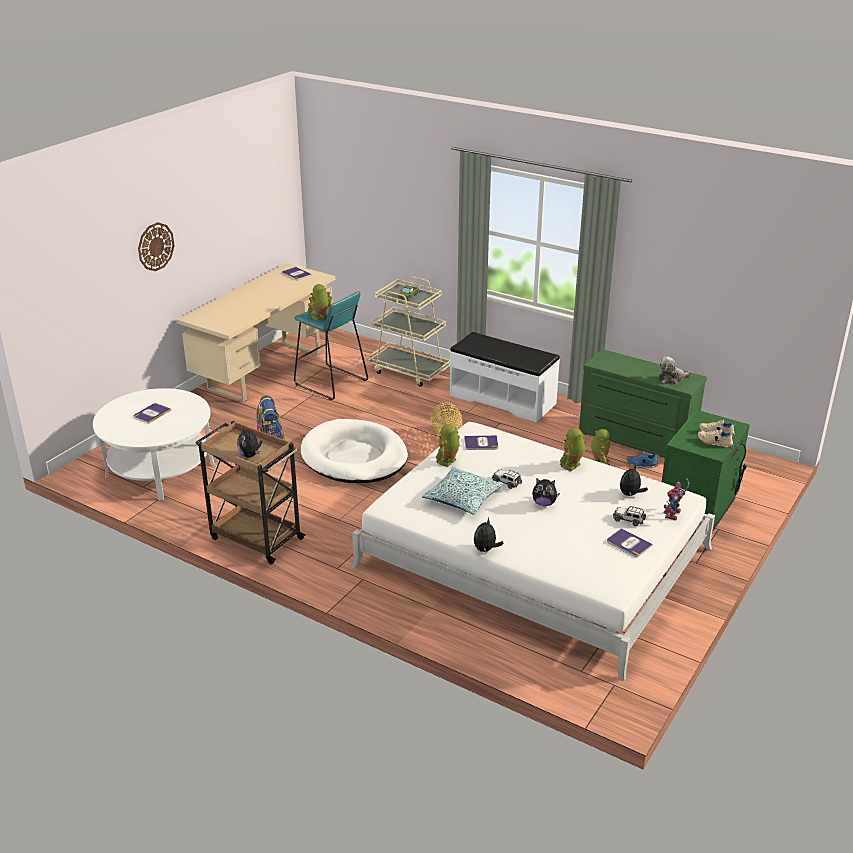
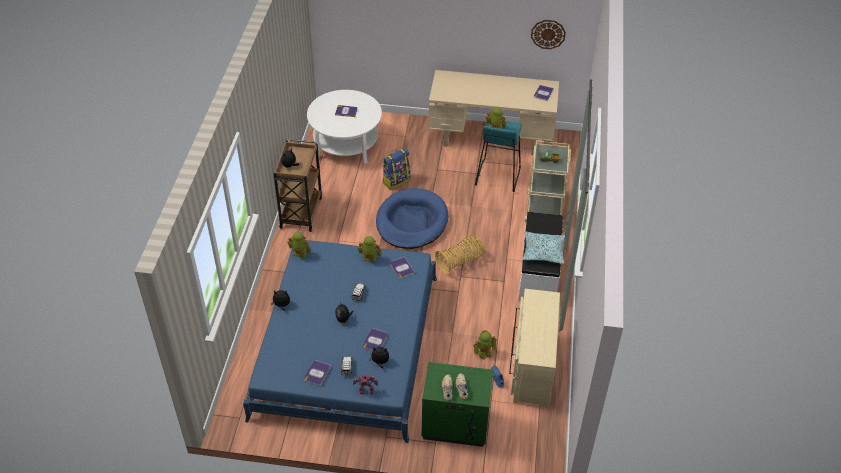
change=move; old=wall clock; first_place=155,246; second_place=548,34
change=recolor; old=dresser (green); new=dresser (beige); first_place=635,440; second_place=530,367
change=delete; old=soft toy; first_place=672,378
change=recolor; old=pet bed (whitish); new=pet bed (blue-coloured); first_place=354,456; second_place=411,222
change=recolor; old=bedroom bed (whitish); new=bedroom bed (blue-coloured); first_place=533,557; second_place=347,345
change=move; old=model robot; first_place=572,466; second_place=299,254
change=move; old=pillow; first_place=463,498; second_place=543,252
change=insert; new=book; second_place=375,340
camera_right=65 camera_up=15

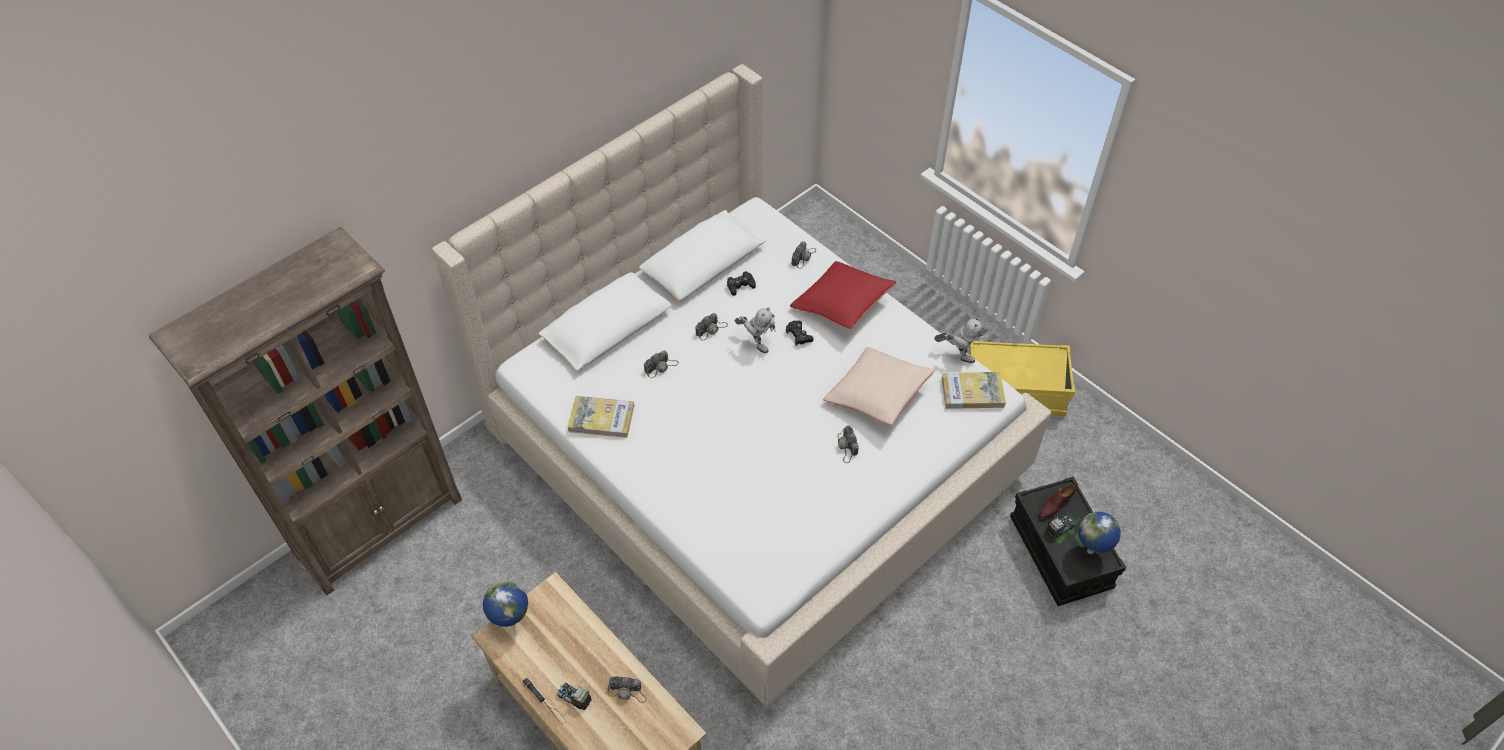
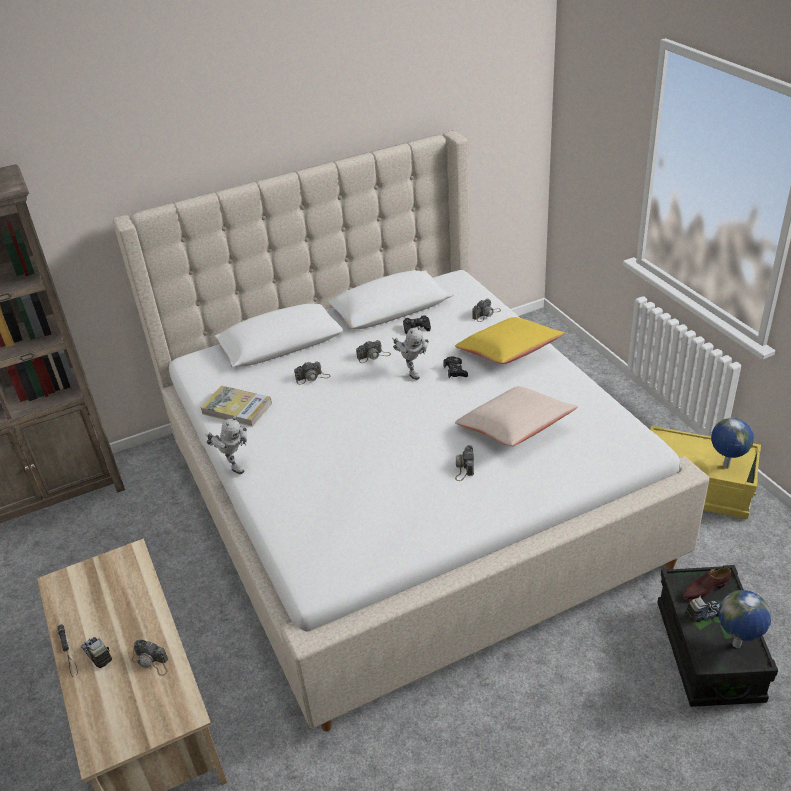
change=recolor; old=pillow (red-coloured); new=pillow (yellow-coloured); first_place=842,304; second_place=508,353
change=move; old=model robot; first_place=957,354; second_place=232,464
change=delete; old=book; first_place=972,392
change=move; old=world globe; first_place=511,623; second_place=725,466
camera_right=20 camera_up=-15

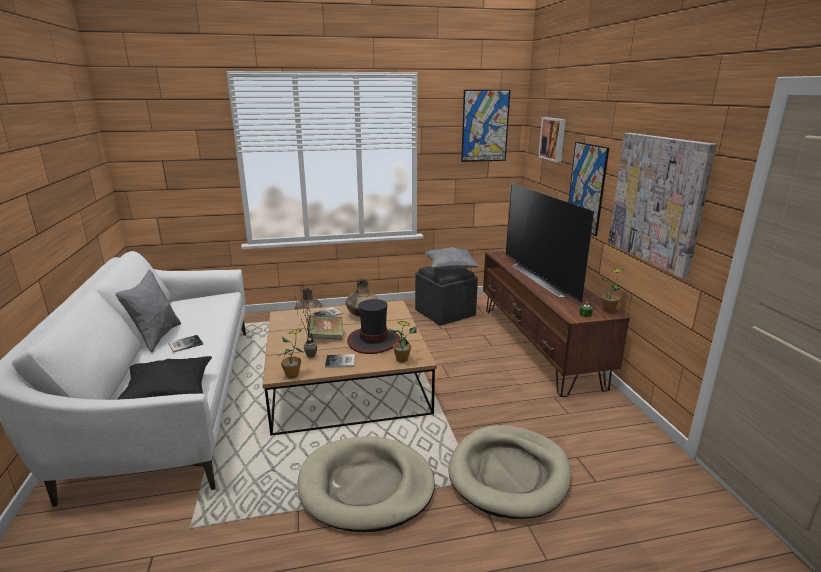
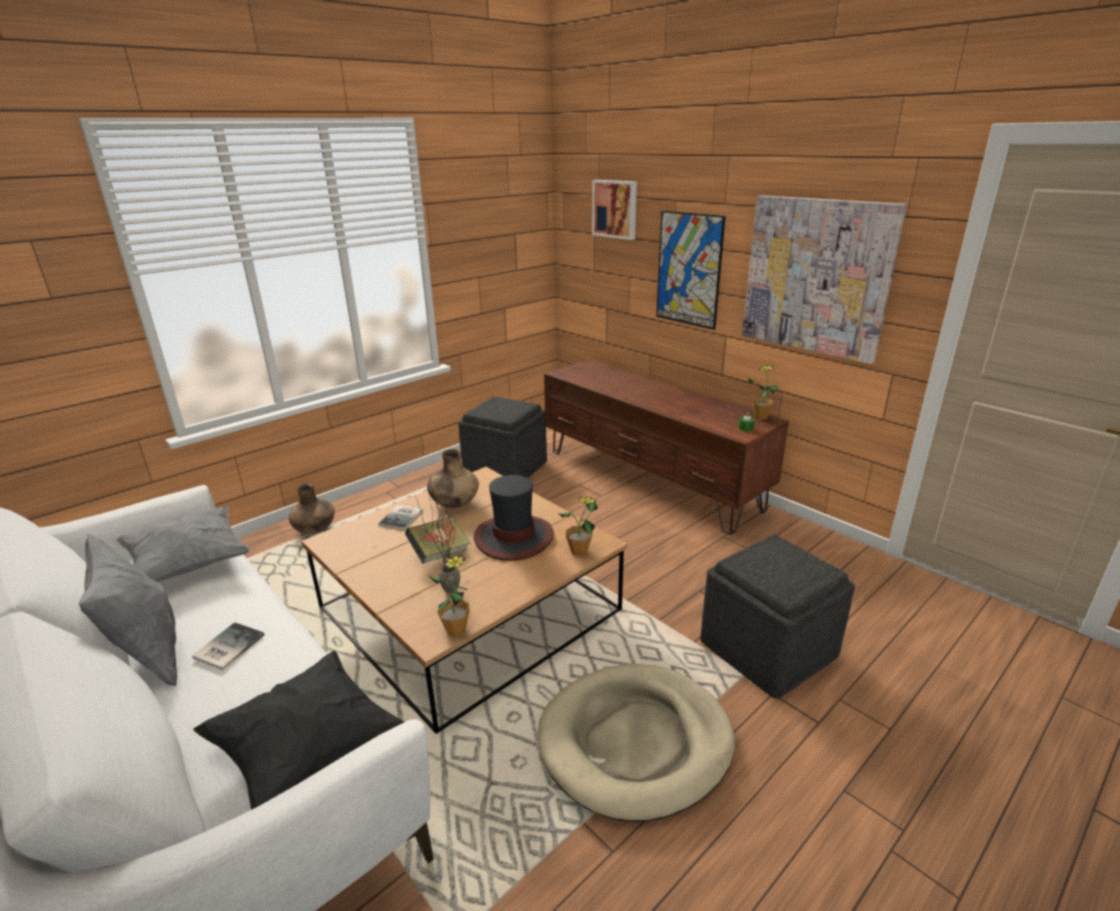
change=delete; old=wall picture; first_place=485,126
change=delete; old=television; first_place=543,278
change=move; old=pillow (greyish); first_place=451,269; second_place=189,565
change=delete; old=book; first_place=341,362
change=replace; old=pet bed (beige); new=footrest (greyish); first_place=509,474; second_place=767,648
camera_right=-30 camera_up=5

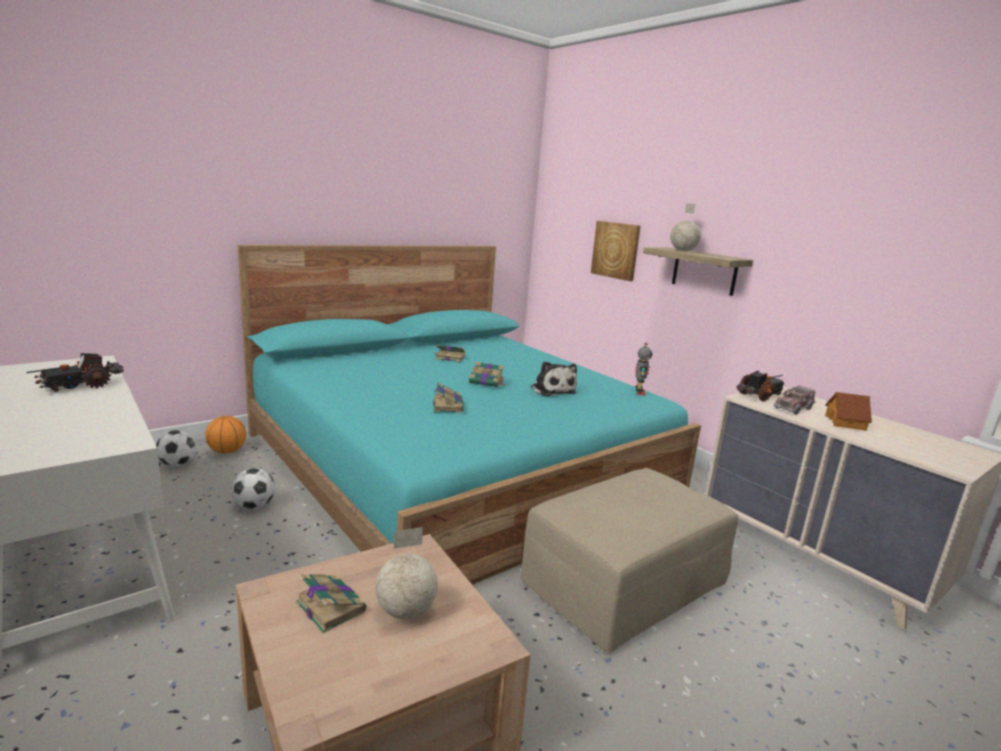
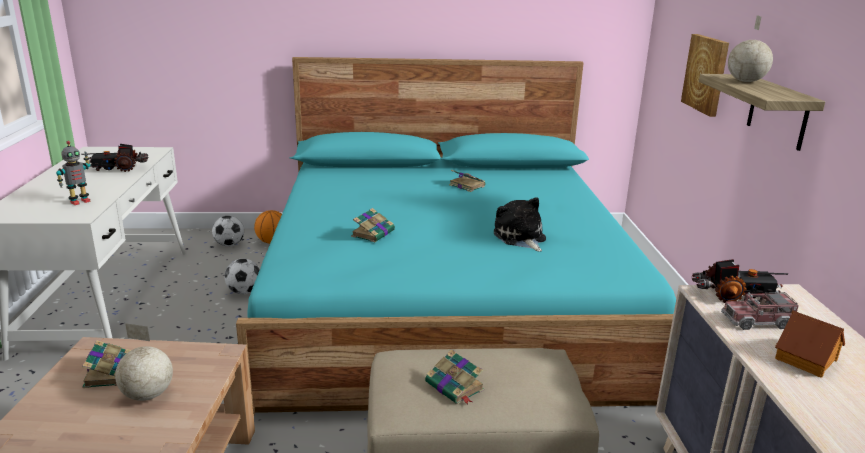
change=move; old=model robot; first_place=639,392; second_place=79,201
change=rotate; old=soft toy; first_place=552,390; second_place=520,238; degrees=150
change=move; old=book; first_place=487,382; second_place=455,387
camera_right=35 camera_up=5

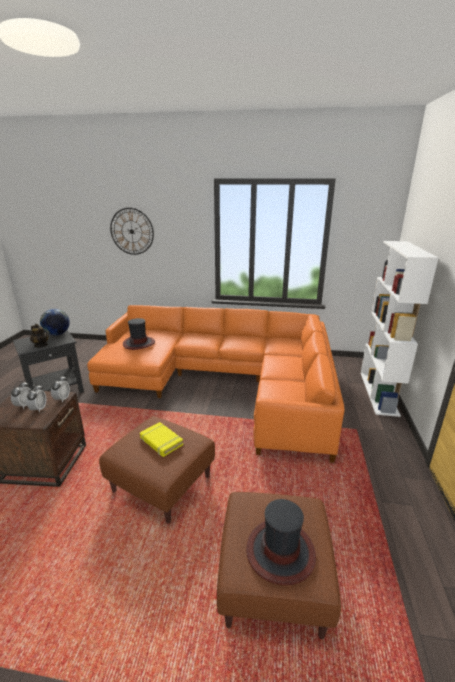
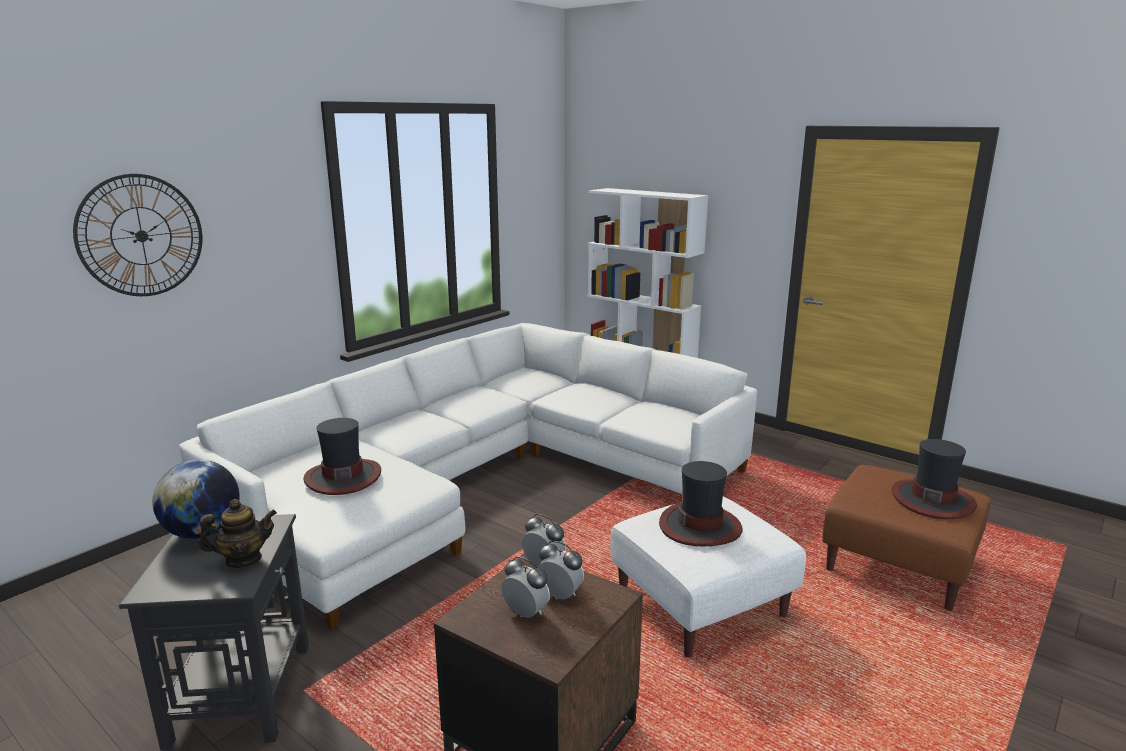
change=recolor; old=couch (orangey); new=couch (whitish); first_place=224,381; second_place=483,481
change=recolor; old=footrest (brown-coloured); new=footrest (whitish); first_place=161,484; second_place=701,604
change=replace; old=book (yellow-coloured); new=clothing hat; first_place=161,441; second_place=700,526
camera_right=-60 camera_up=-5

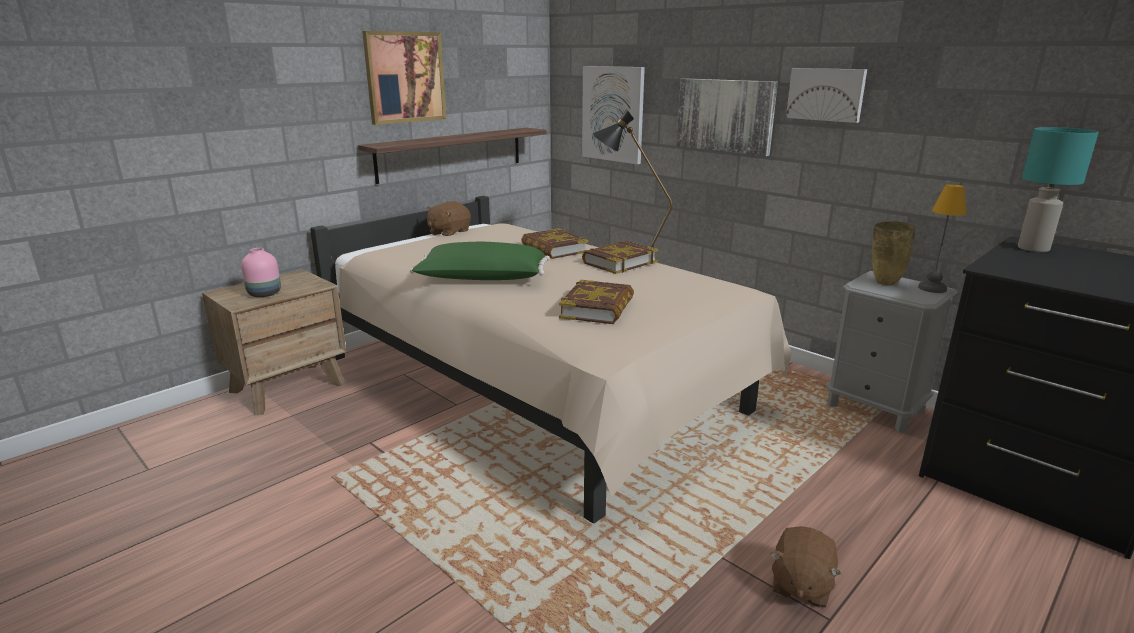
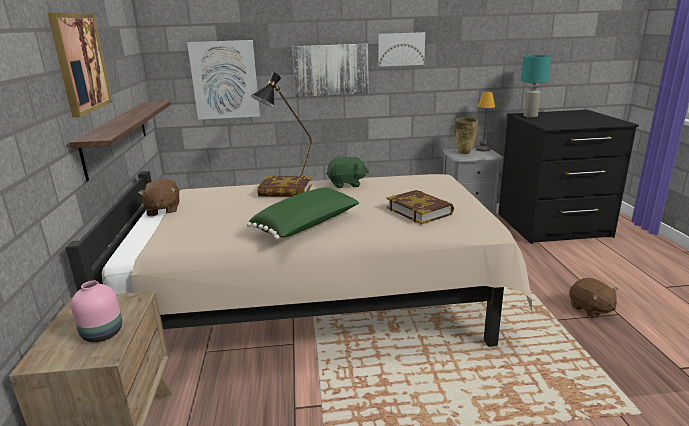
change=replace; old=book; new=soft toy (green); first_place=619,262; second_place=346,184
camera_right=-50 camera_up=0

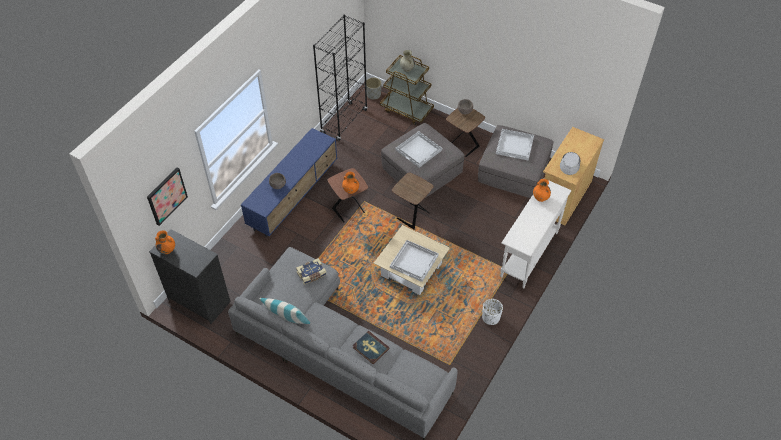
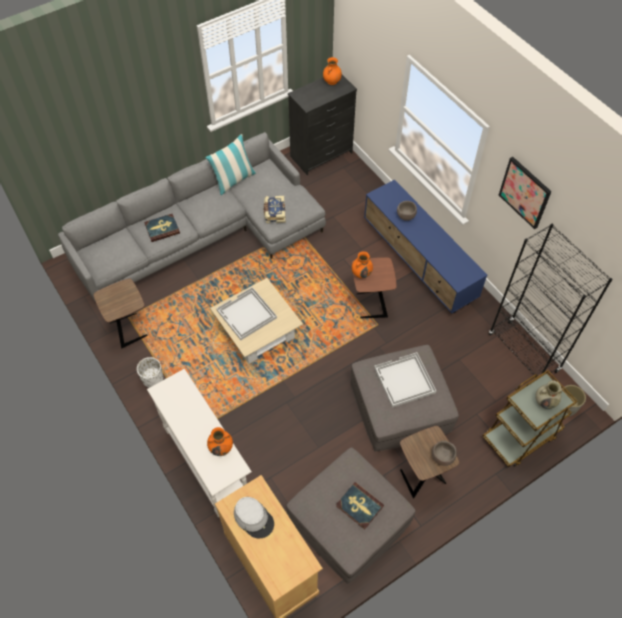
change=replace; old=serving tray (whitish); new=book; first_place=515,145; second_place=359,506
change=move; old=wall picture; first_place=166,196; second_place=525,192
change=move; old=end table (brown-coloured); first_place=411,216; second_place=129,329
camera_right=115 camera_up=5

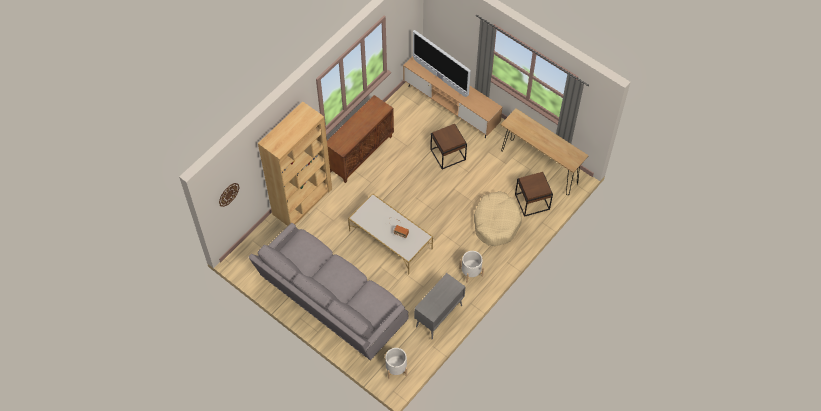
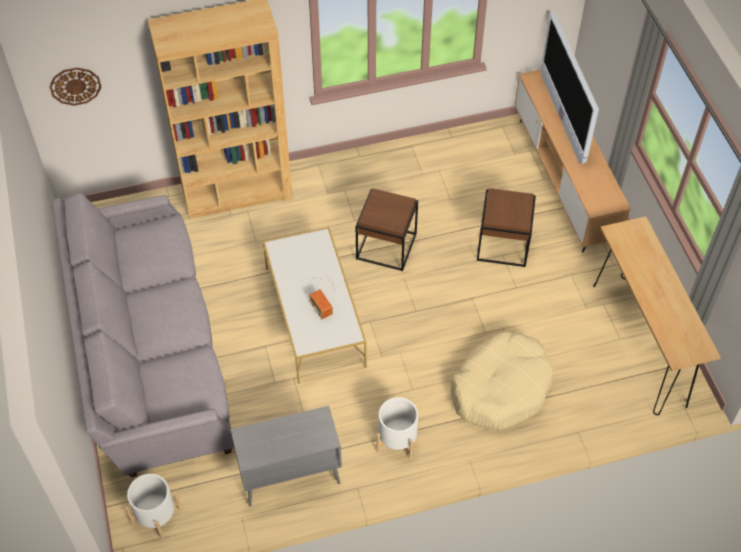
change=delete; old=cupboard (brown-coloured); first_place=360,153
change=move; old=end table (brown-coloured); first_place=532,201; second_place=387,246
camera_right=35 camera_up=-5

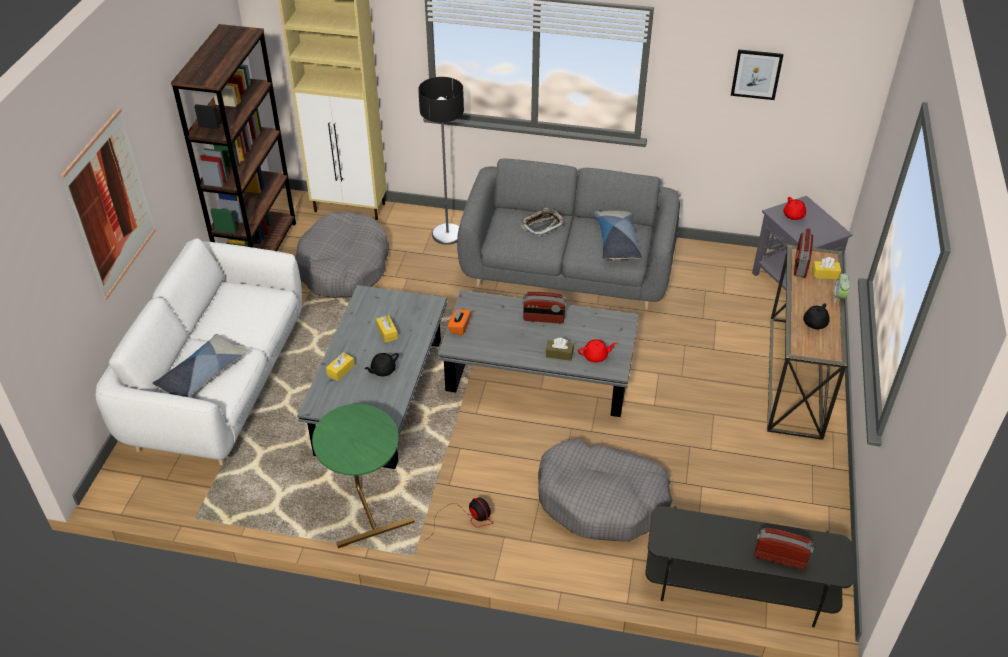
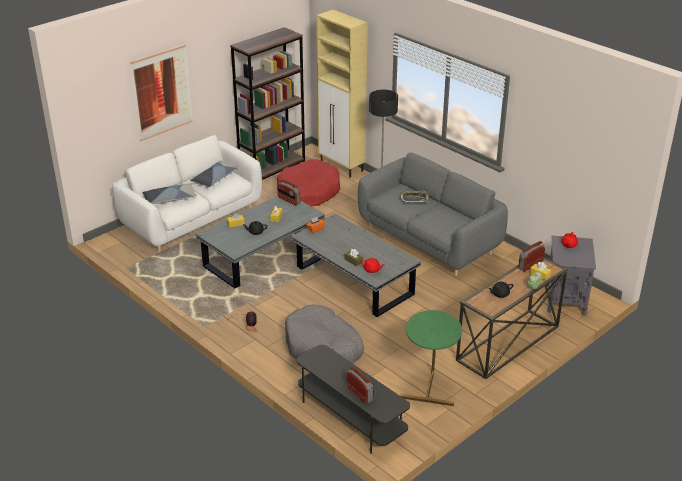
change=delete; old=wall picture; first_place=756,74
change=move; old=pillow; first_place=617,241; second_place=215,178
change=recolor; old=pet bed (greyish); new=pet bed (red-coloured); first_place=344,267; second_place=308,193
change=move; old=radio set; first_place=543,319; second_place=289,200
change=move; old=end table (green); first_place=366,507; second_place=430,385
camera_right=35 camera_up=-10

